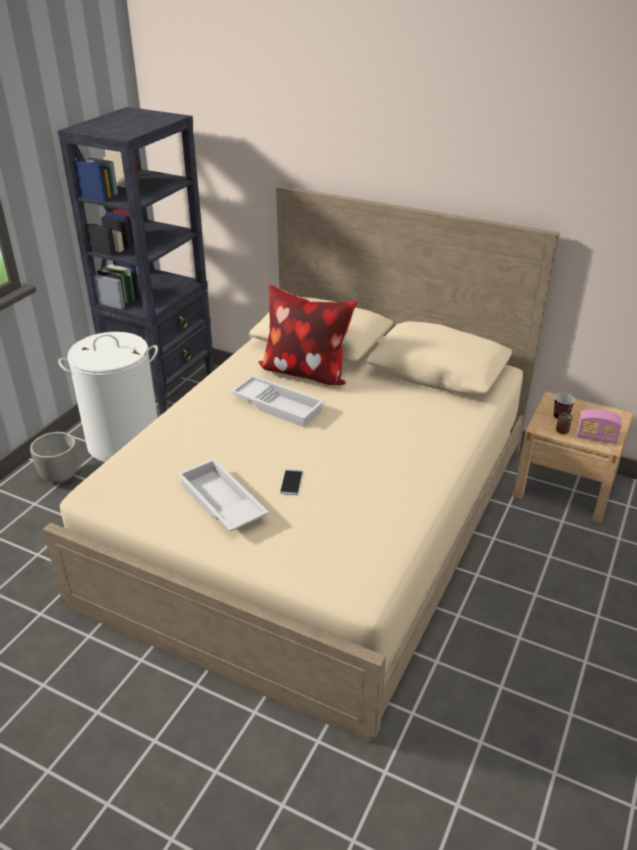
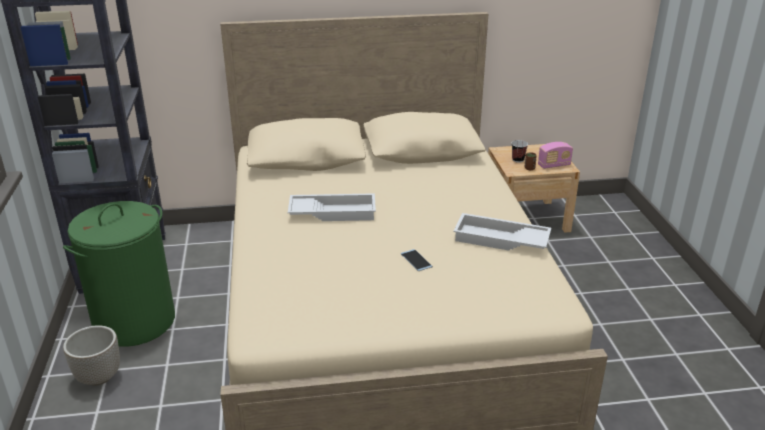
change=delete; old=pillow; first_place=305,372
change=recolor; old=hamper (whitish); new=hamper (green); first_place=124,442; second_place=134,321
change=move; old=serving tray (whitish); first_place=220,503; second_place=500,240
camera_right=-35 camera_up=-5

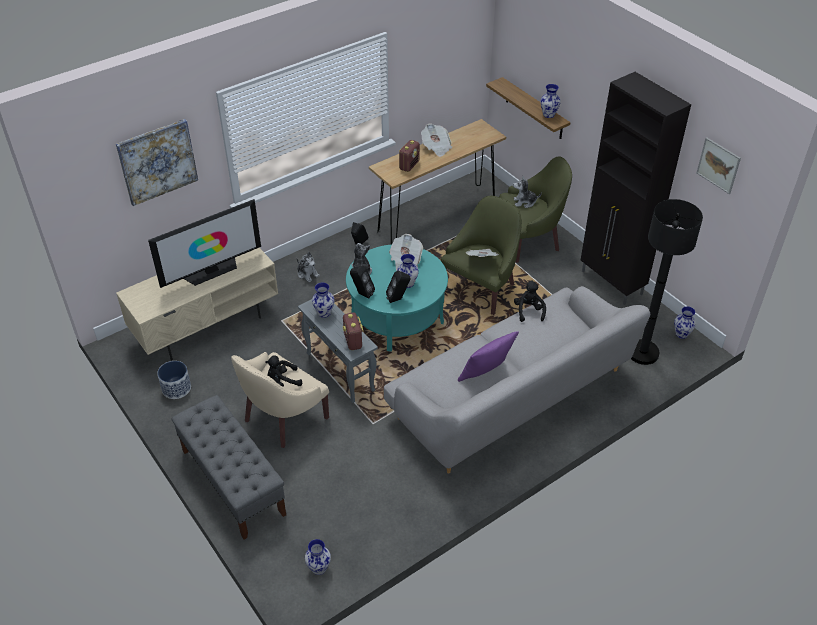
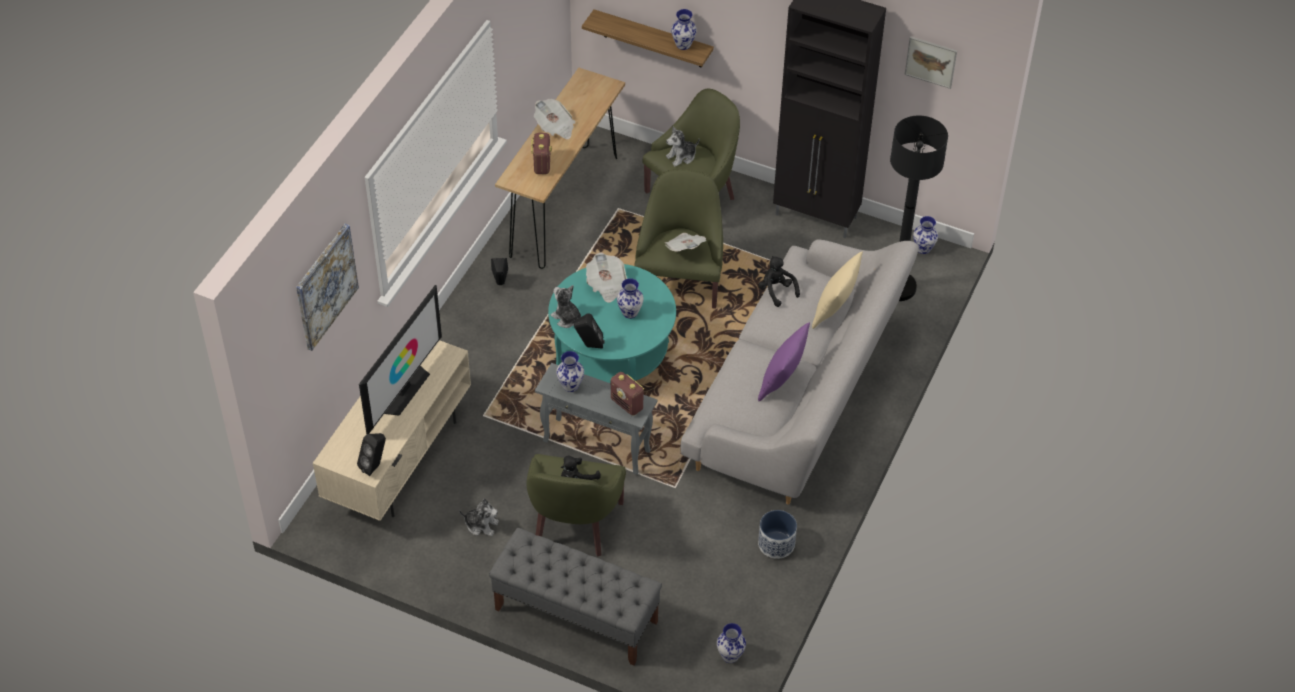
change=move; old=soft toy; first_place=307,274; second_place=481,525
change=move; old=audio speaker (black-coloured); first_place=398,299; second_place=375,466
change=recolor; old=lounge chair (beige); new=lounge chair (green); first_place=282,418; second_place=573,524
change=move; old=plant pot; first_place=176,389; second_place=776,544
change=insert; new=pillow (beige); second_place=835,310
camera_right=-30 camera_up=5

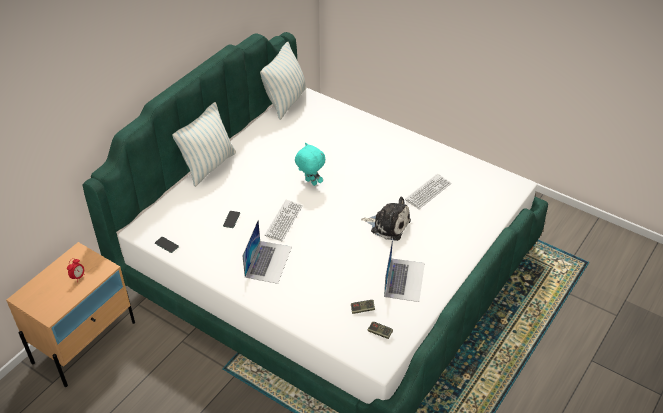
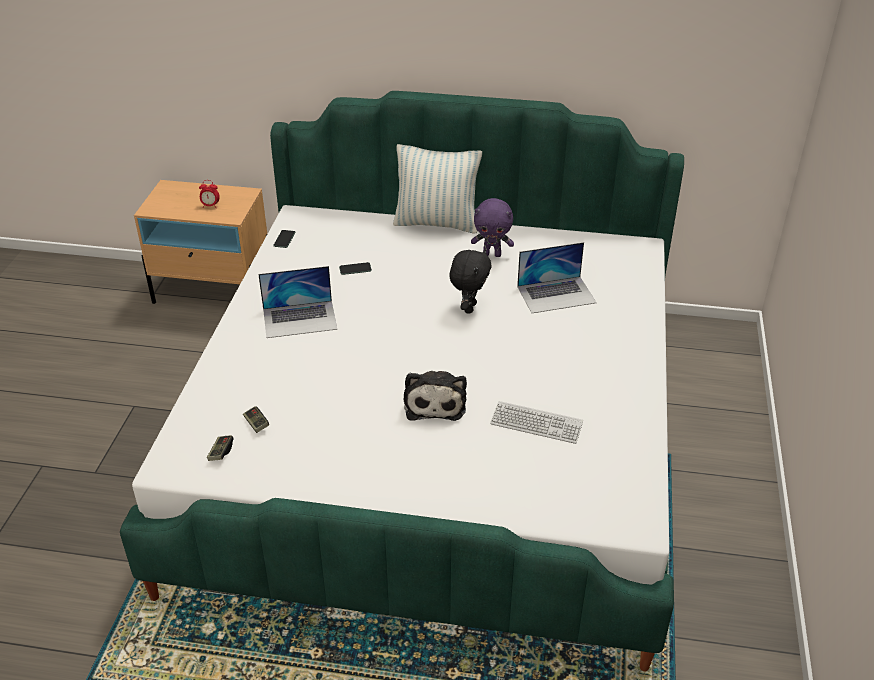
change=delete; old=pillow; first_place=286,102
change=recolor; old=soft toy (turquoise-coloured); new=soft toy (black-coloured); first_place=310,182; second_place=469,307
change=delete; old=PC keyboard; first_place=284,221
change=move; old=laptop; first_place=404,279; second_place=556,294
change=insert; new=soft toy (purple-coloured); second_place=492,254
camera_right=65 camera_up=-5

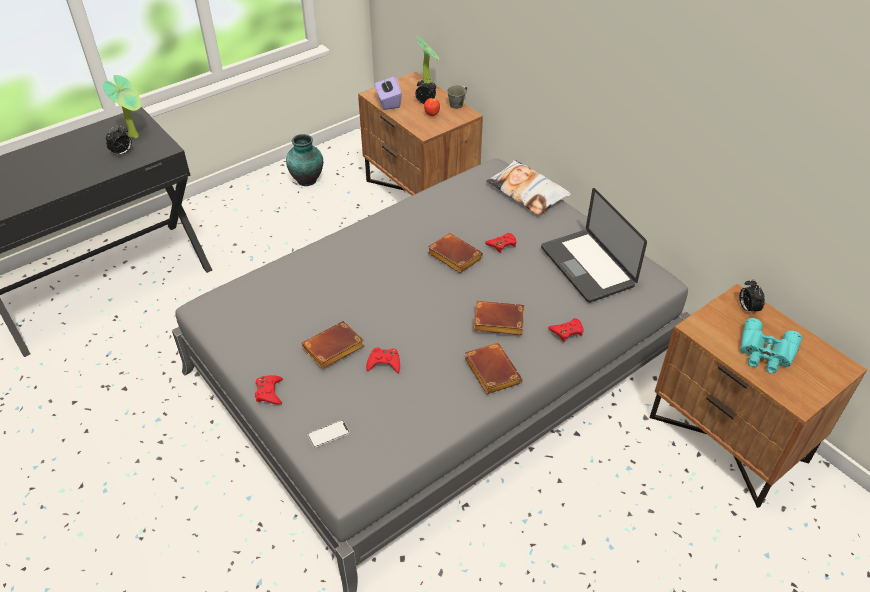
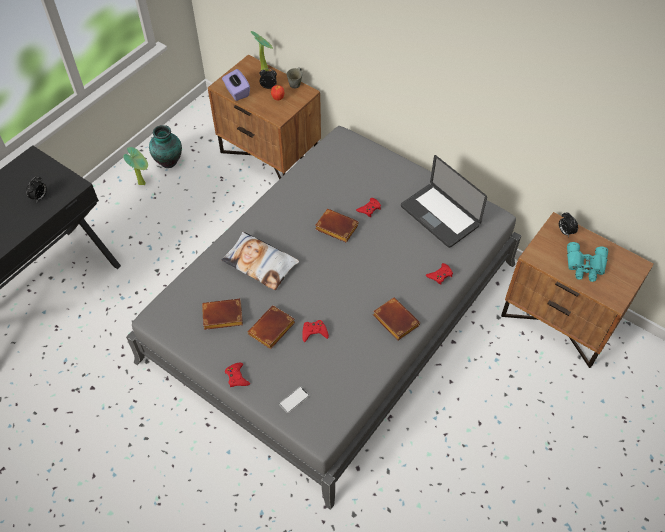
change=move; old=potted plant; first_place=136,135; second_place=143,182
change=move; old=pillow; first_place=527,192; second_place=260,263
change=move; old=book (brown-coloured); first_place=497,322; second_place=221,317
camera_right=-15 camera_up=10

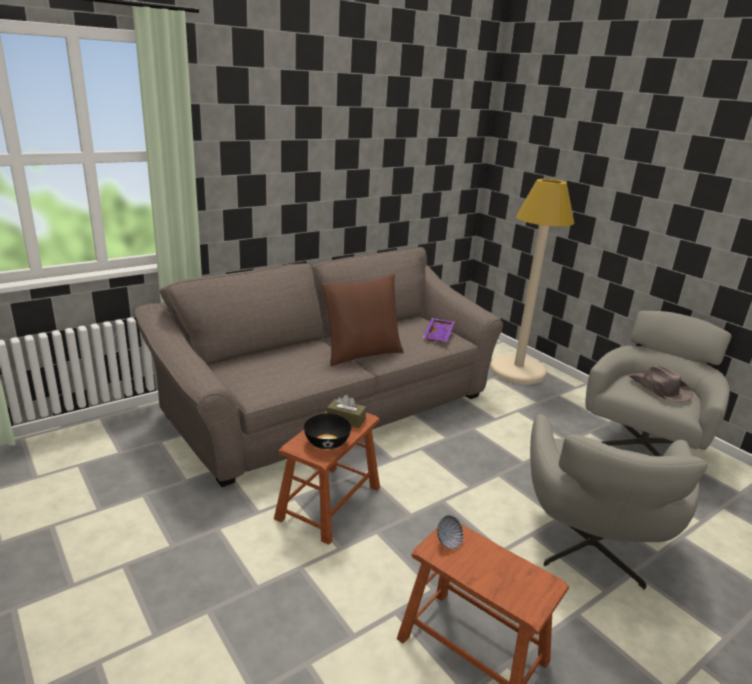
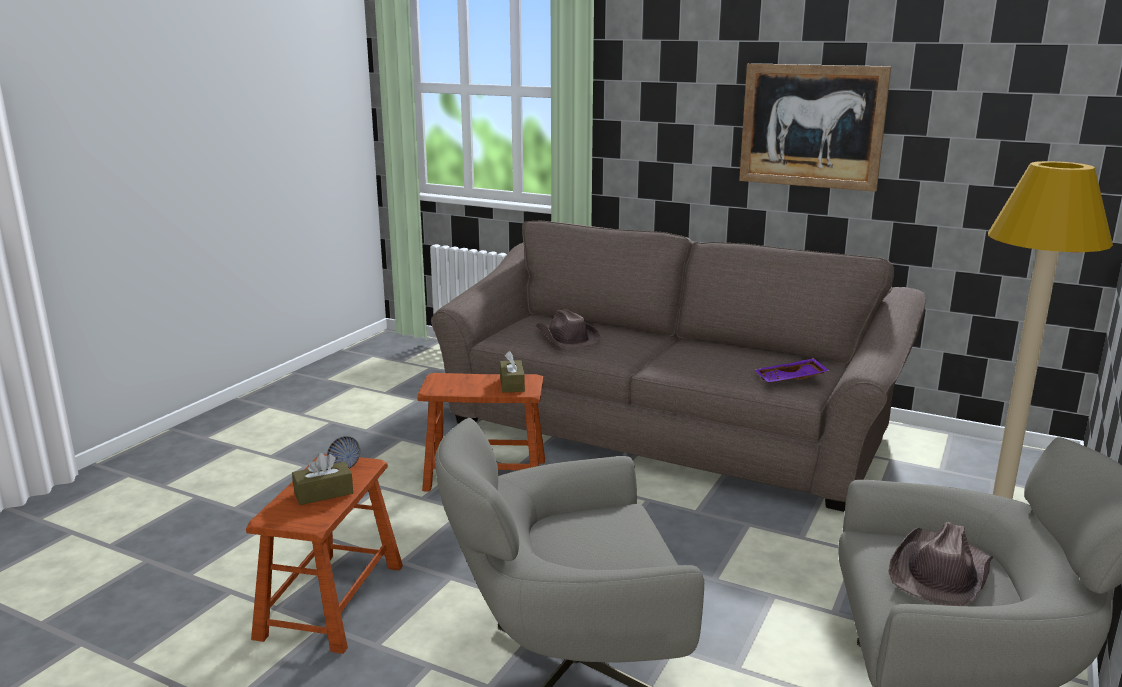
change=delete; old=pillow (brown-coloured); first_place=361,353
change=delete; old=deep dish (black-coloured); first_place=327,443
change=insert; new=wall picture; second_place=811,126
change=insert; new=clothing hat (brown-coloured); second_place=567,338
change=insert; new=tissue box (brown-coloured); second_place=323,493
camera_right=65 camera_up=-5

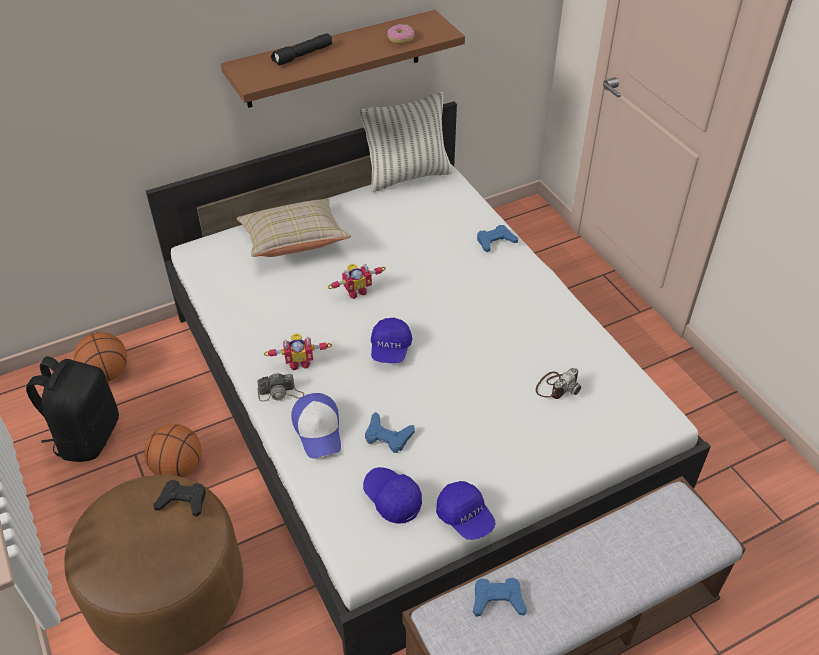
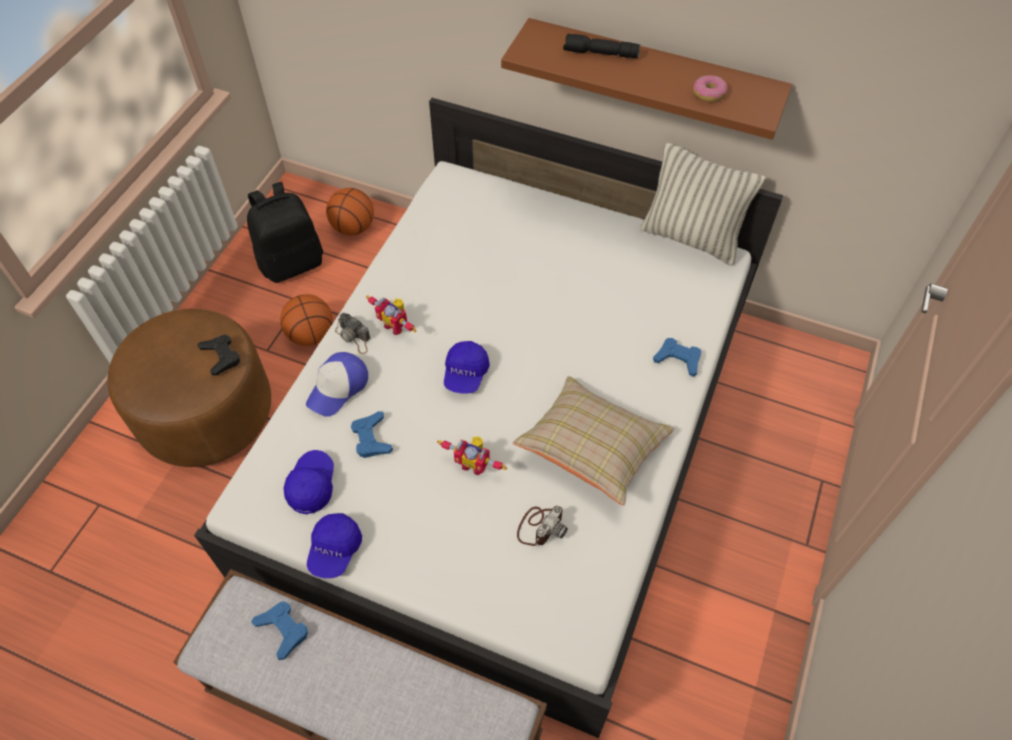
change=move; old=pillow (beige); first_place=294,243; second_place=592,449
change=move; old=model robot; first_place=356,291; second_place=474,463
change=rotate; old=cap (blue-coloured); first_place=390,349; second_place=465,374; degrees=-45
change=rotate; old=photo camera; first_place=557,386; second_place=540,526; degrees=-60
camera_right=50 camera_up=10

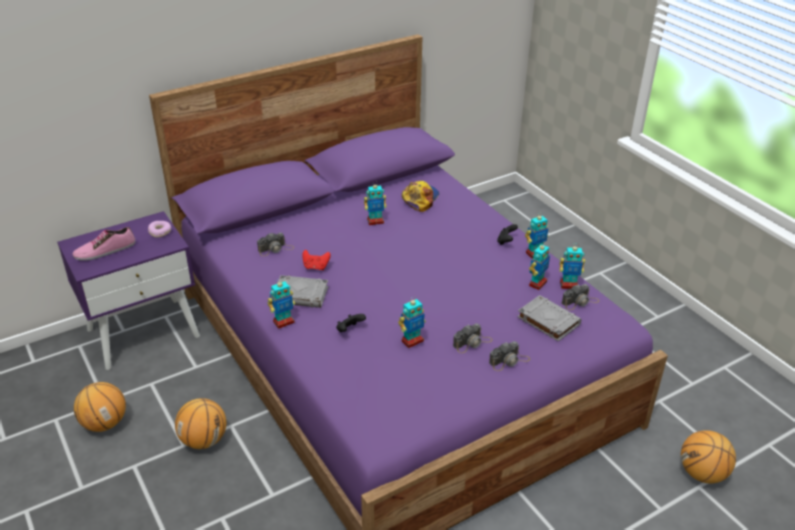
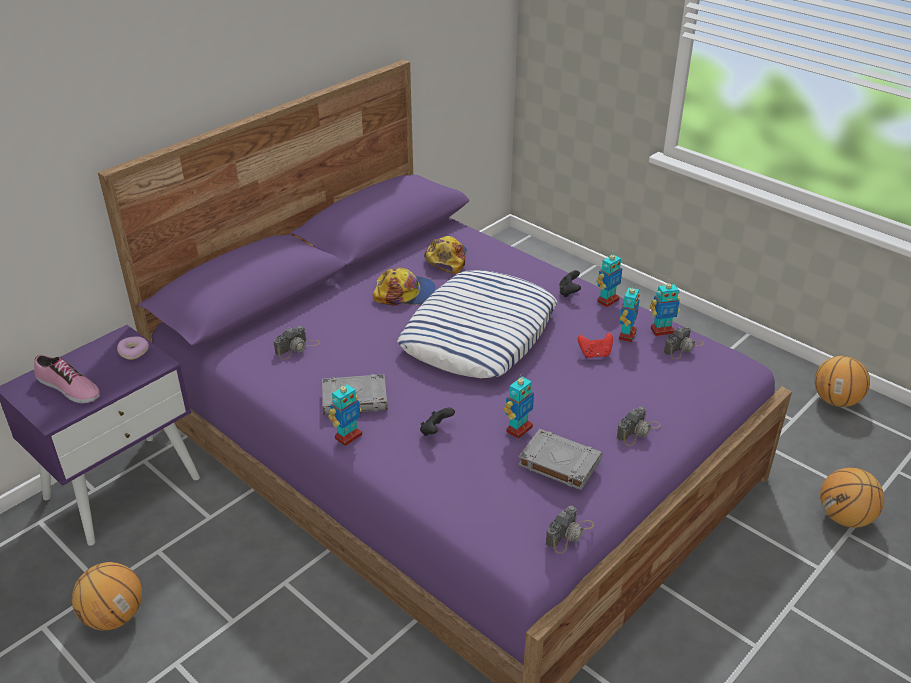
change=replace; old=model robot; new=cap; first_place=375,221; second_place=405,293
change=rotate; old=shoe; first_place=105,250; second_place=68,388; degrees=-105
change=move; old=joypad (red-coloured); first_place=316,267; second_place=595,354
change=move; old=book (greyish); first_place=547,321; second_place=558,463
change=move; old=photo camera; first_place=472,343; second_place=569,534
change=move; old=basketball ball; first_place=204,440; second_place=835,400
change=insert; new=pillow; second_place=479,333
camera_right=-15 camera_up=0

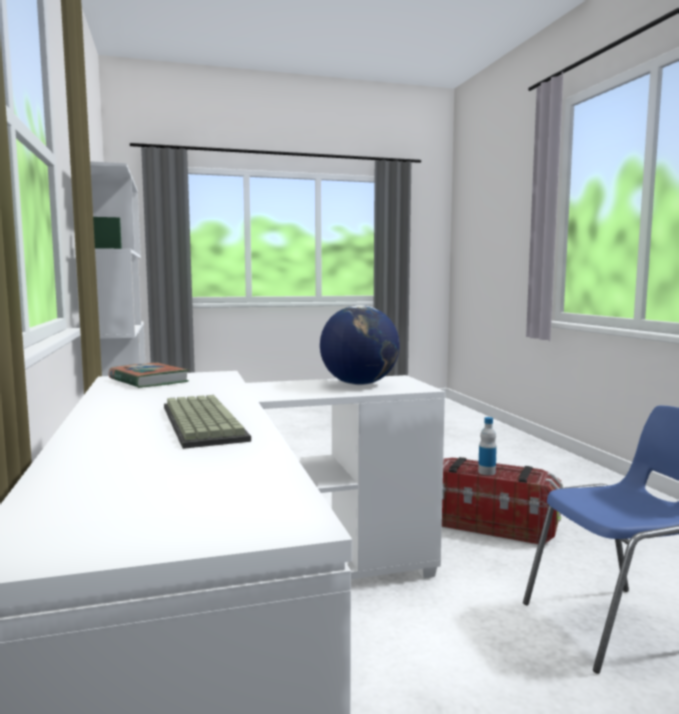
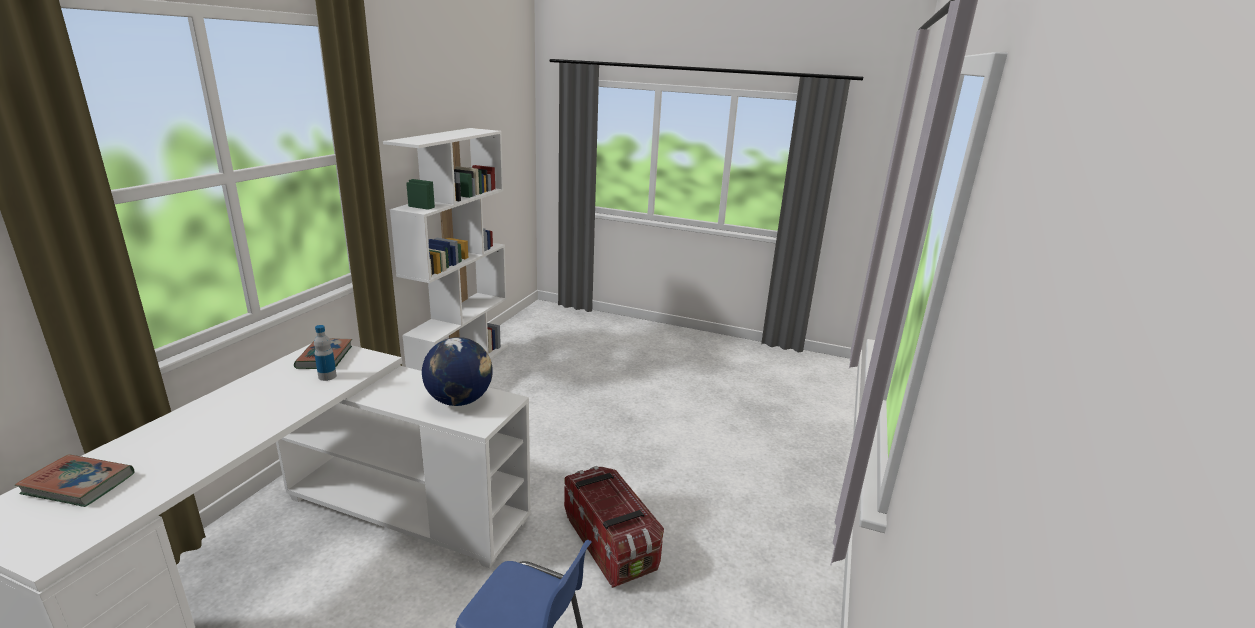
change=delete; old=PC keyboard; first_place=199,422
change=move; old=bottle; first_place=486,472; second_place=327,376
change=insert; new=book; second_place=79,484
camera_right=35 camera_up=15

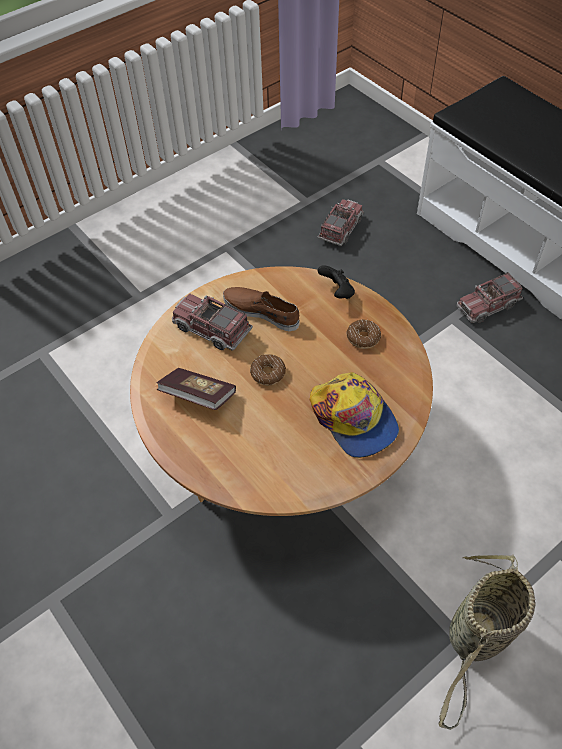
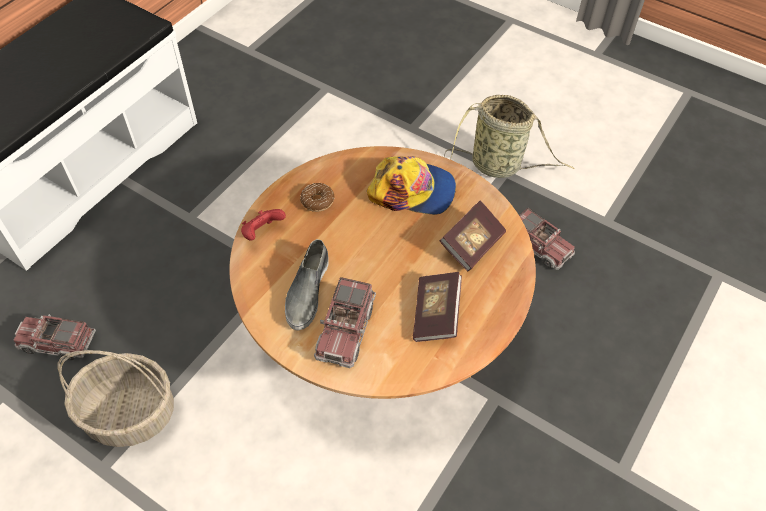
change=recolor; old=joypad (black-coloured); new=joypad (red-coloured); first_place=337,292; second_place=262,232
change=move; old=model truck; first_place=487,305; second_place=539,246
change=recolor; old=shoe (brown-coloured); new=shoe (greyish); first_place=261,311; second_place=307,291
change=delete; old=ring doughnut; first_place=268,373
change=rotate; old=cap; first_place=354,419; second_place=412,191; degrees=60
change=insert; new=book; second_place=472,244
change=insert; new=storage basket; second_place=129,414
camera_right=-110 camera_up=0

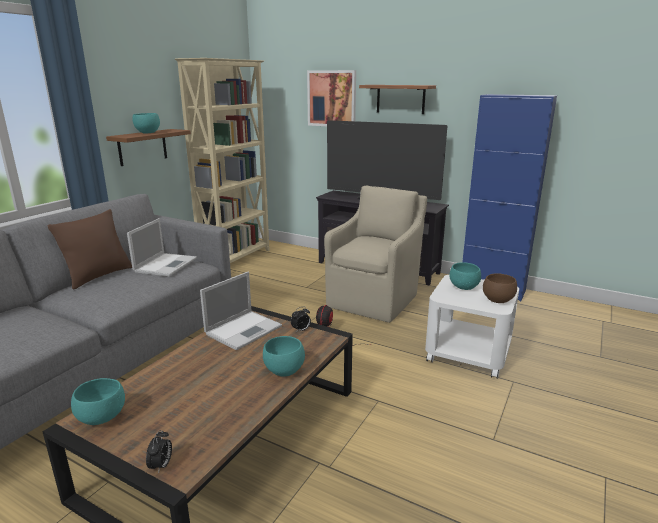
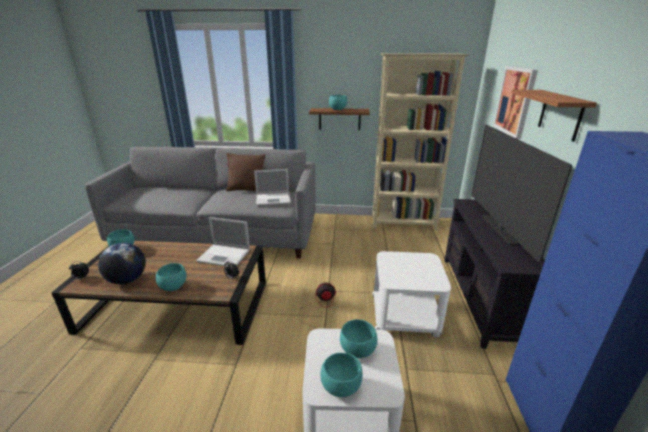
change=replace; old=lounge chair (beige); new=end table (whitish); first_place=374,299; second_place=405,315
change=recolor; old=deep dish (brown-coloured); new=deep dish (turquoise-coloured); first_place=497,300; second_place=340,386
change=insert; new=world globe; second_place=127,280
camera_right=65 camera_up=5

